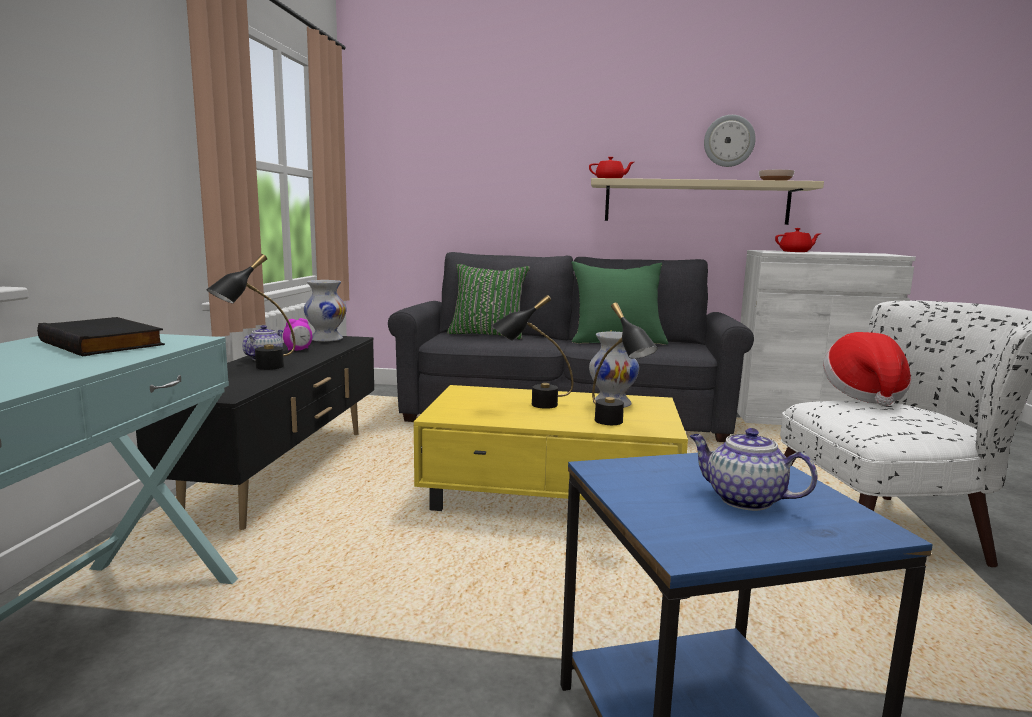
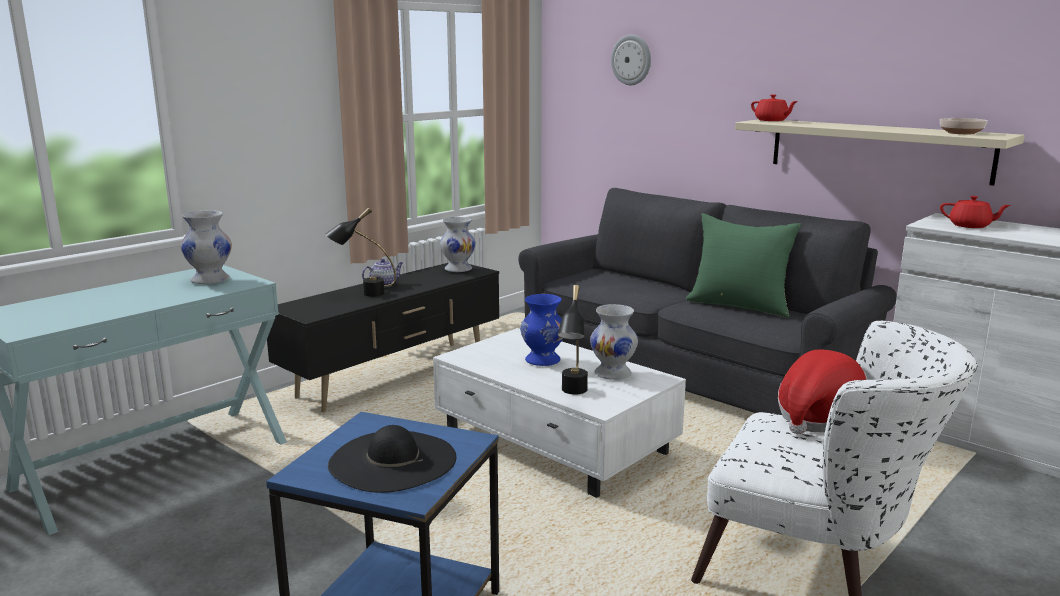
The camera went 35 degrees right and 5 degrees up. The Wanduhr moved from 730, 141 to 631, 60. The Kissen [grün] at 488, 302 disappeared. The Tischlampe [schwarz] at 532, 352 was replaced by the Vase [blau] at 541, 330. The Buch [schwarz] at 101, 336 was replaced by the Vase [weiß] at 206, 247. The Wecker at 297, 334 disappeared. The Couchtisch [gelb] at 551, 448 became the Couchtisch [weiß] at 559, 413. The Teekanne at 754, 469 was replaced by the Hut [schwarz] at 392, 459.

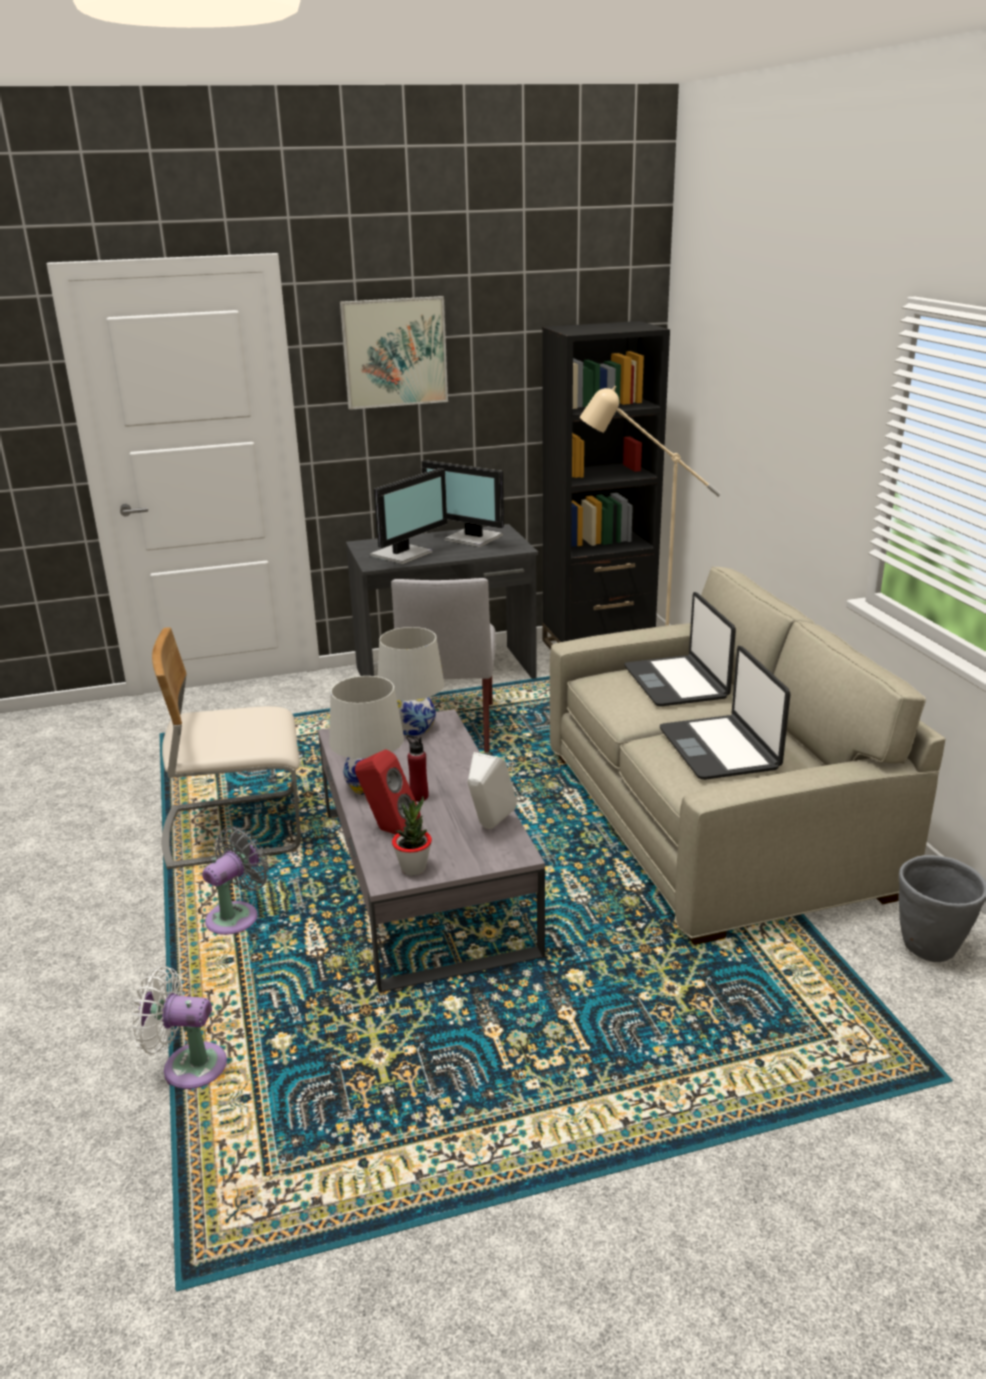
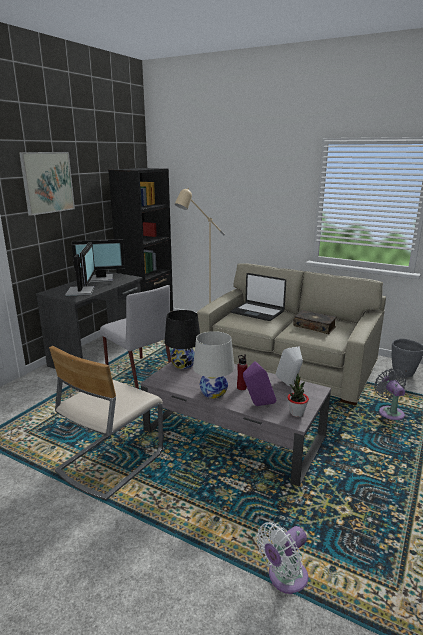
The camera went 45 degrees left and 5 degrees down. The Tischlampe [weiß] at 411, 681 became the Tischlampe [schwarz] at 182, 339. The Laptop at 725, 713 was replaced by the Buch at 314, 322. The Lautsprecher [rot] at 388, 792 became the Lautsprecher [lila] at 259, 383. The Ventilator [grau] moved from 235, 880 to 390, 394.

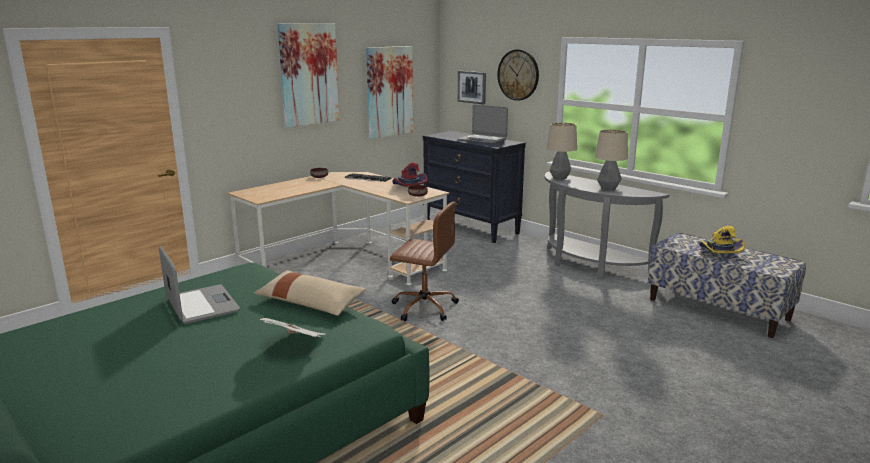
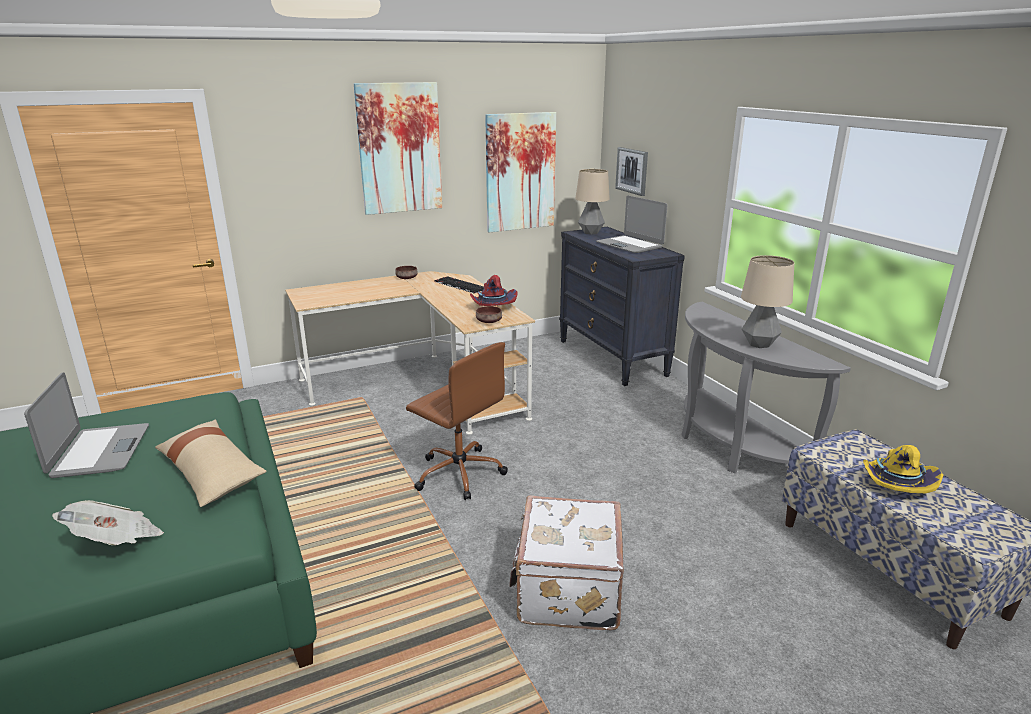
The camera went 20 degrees right and 5 degrees up. The Wanduhr at 518, 75 disappeared. The Tischlampe moved from 562, 151 to 592, 202. The Koffer [weiß] at 566, 563 appeared.

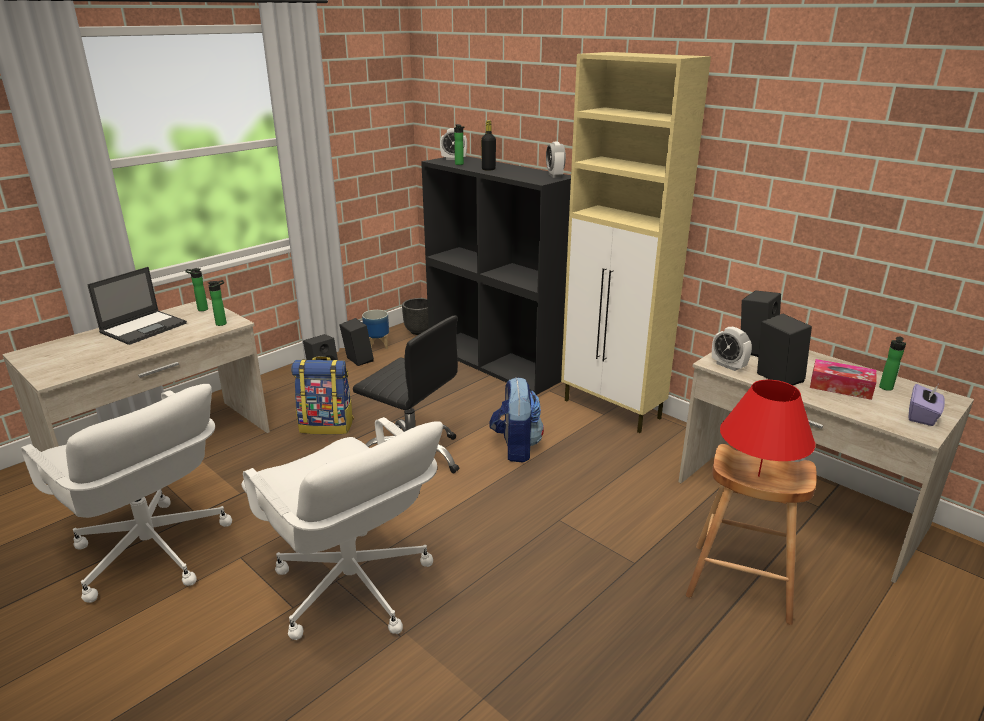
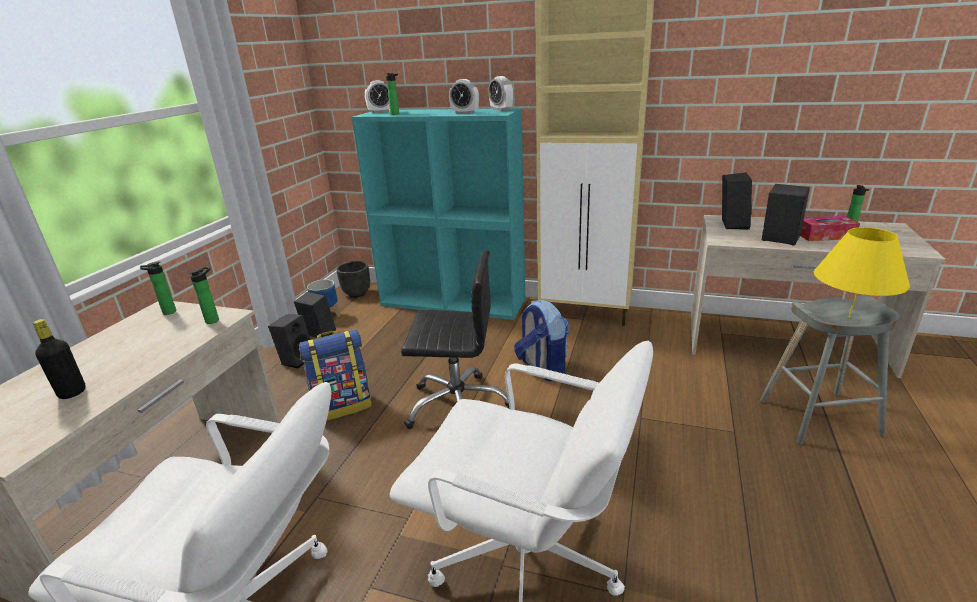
The camera went 25 degrees left and 0 degrees up. The Flasche [schwarz] moved from 488, 145 to 59, 359. The Bücherregal [schwarz] at 496, 275 became the Bücherregal [türkis] at 438, 214. The Laptop at 137, 306 disappeared. The Wecker moved from 732, 349 to 464, 96. The Tischlampe [rot] at 767, 428 became the Tischlampe [gelb] at 862, 272. The Taschentuchbox [lila] at 927, 405 disappeared. The Hocker [braun] at 751, 534 became the Hocker [grau] at 830, 369.

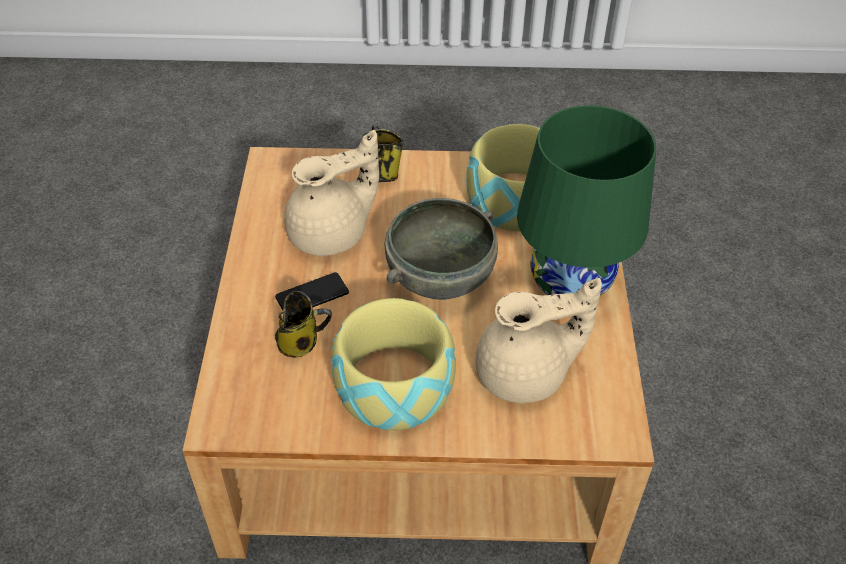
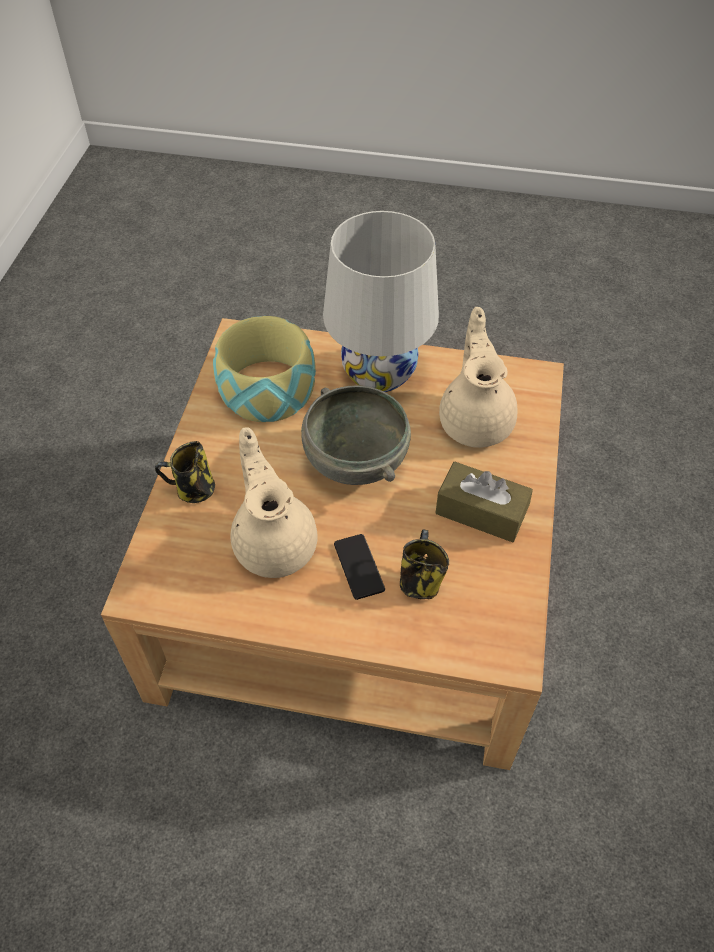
The camera went 80 degrees left and 5 degrees up. The Tischlampe [grün] at 586, 201 became the Tischlampe [weiß] at 381, 301. The Schüssel at 393, 364 was replaced by the Taschentuchbox [braun] at 484, 502.

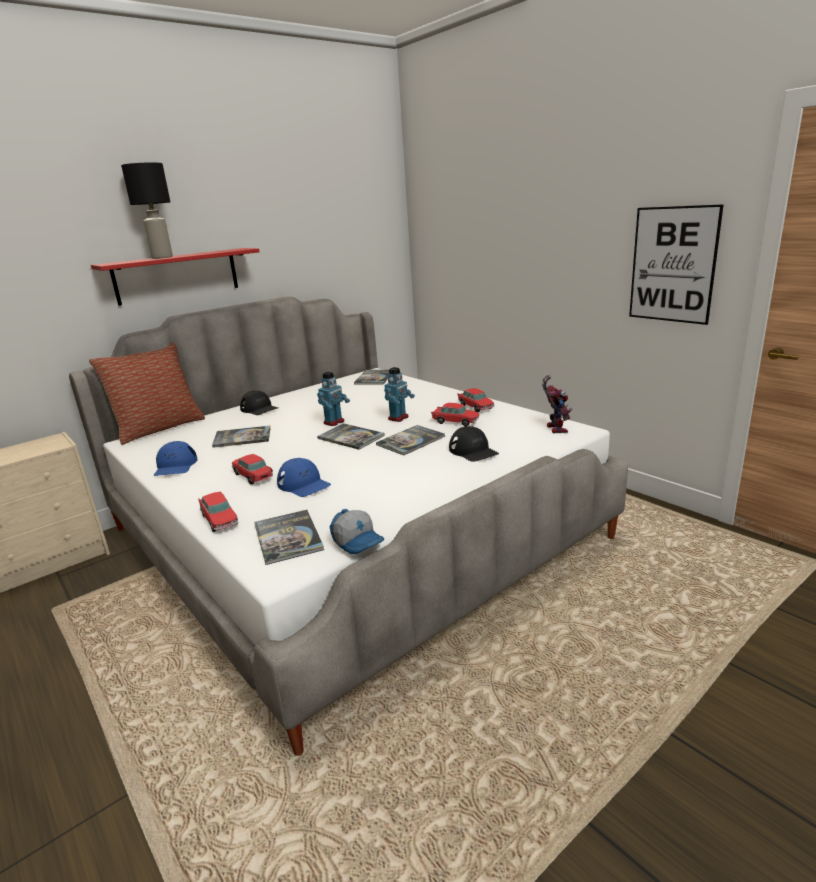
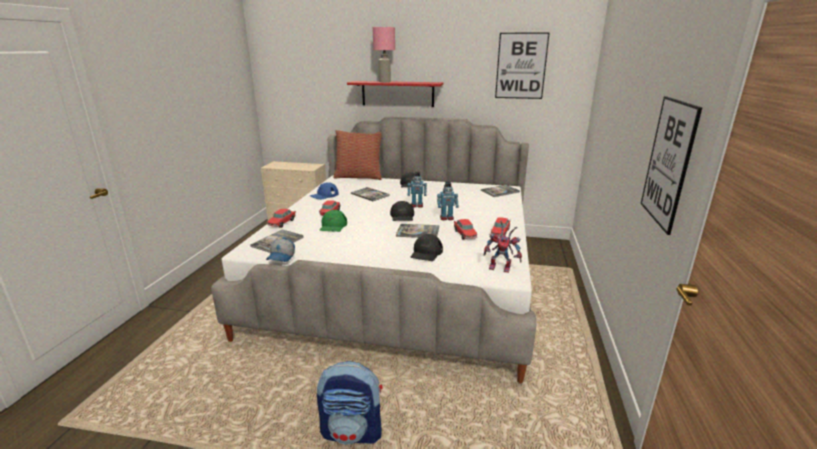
The camera went 50 degrees right and 0 degrees up. The Tischlampe [schwarz] at 147, 210 became the Tischlampe [rosa] at 384, 54. The Spielzeugroboter at 557, 404 turned 60 degrees clockwise. The Buch at 351, 436 was replaced by the Kappe [schwarz] at 402, 211. The Kappe [blau] at 304, 477 became the Kappe [grün] at 333, 221. The Bild at 522, 65 appeared. The Rucksack at 350, 402 appeared.

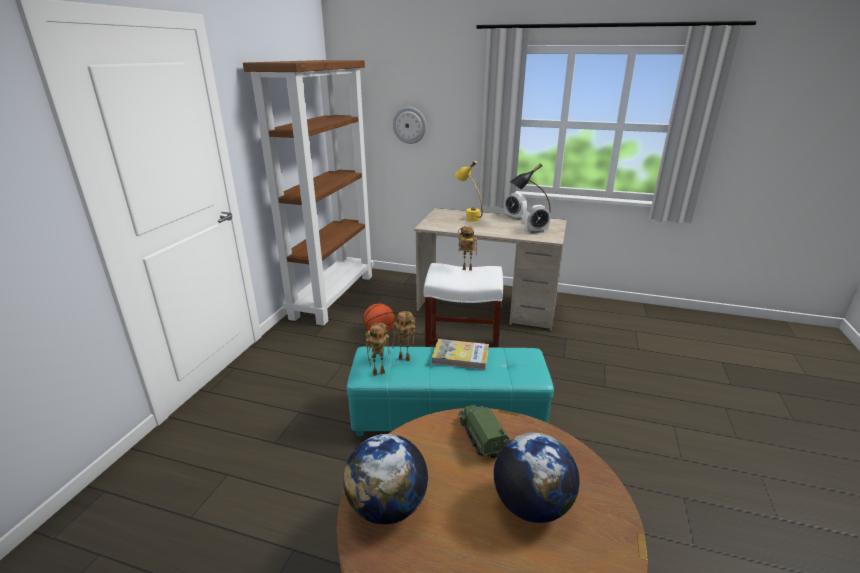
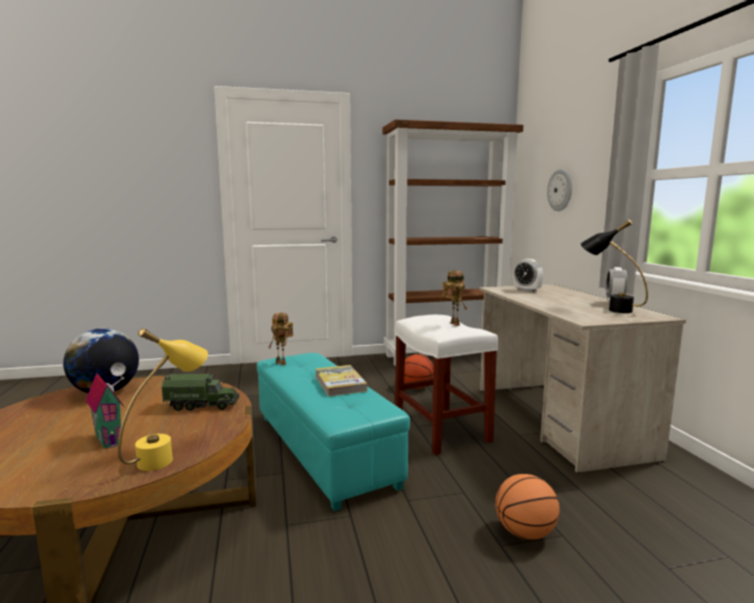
The camera went 60 degrees right and 15 degrees down. The Tischlampe [gelb] moved from 469, 191 to 163, 399. The Wecker moved from 537, 219 to 528, 275. The Spielzeugroboter at 403, 336 disappeared. The Spielzeuglaster at 484, 432 turned 45 degrees clockwise. The Globus at 537, 478 was replaced by the Spielzeughaus at 105, 406. The Basketball at 527, 507 appeared.

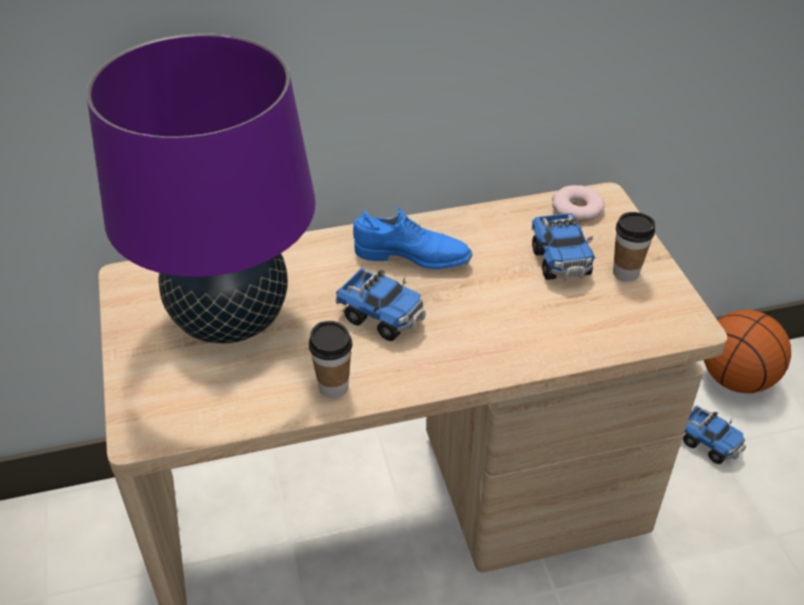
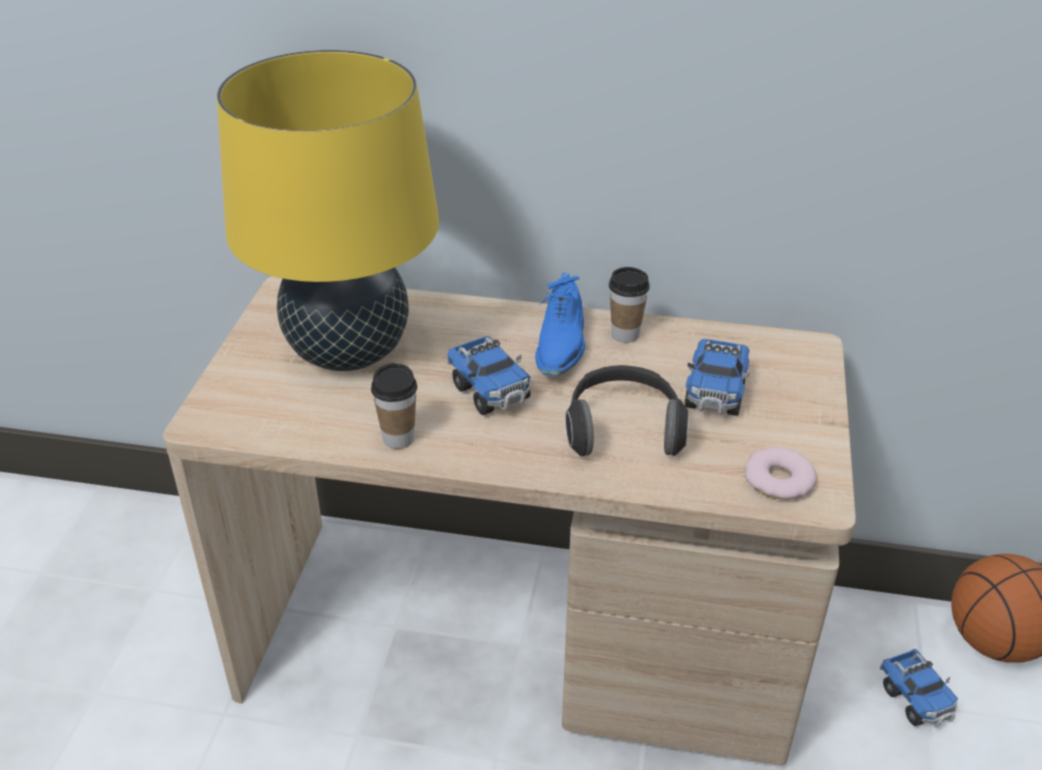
The camera went 25 degrees right and 5 degrees down. The Tischlampe [lila] at 201, 188 became the Tischlampe [gelb] at 328, 210. The Donut moved from 578, 203 to 780, 473. The Schuh [blau] at 413, 238 turned 60 degrees clockwise. The Tasse moved from 634, 246 to 629, 305. The Kopfhörer at 627, 410 appeared.

